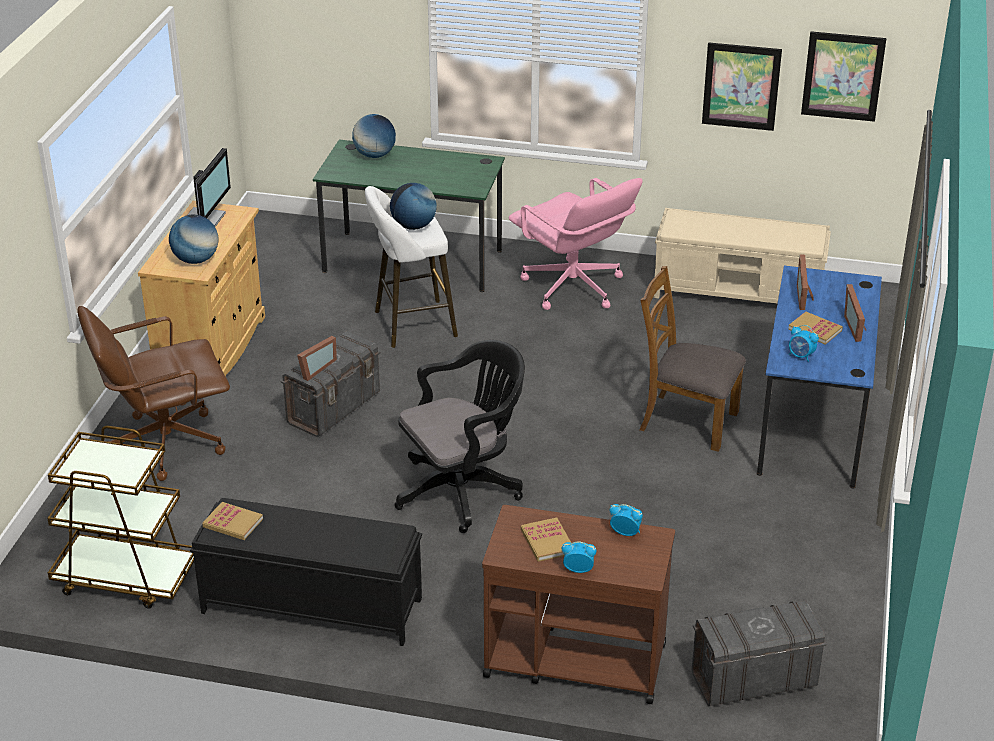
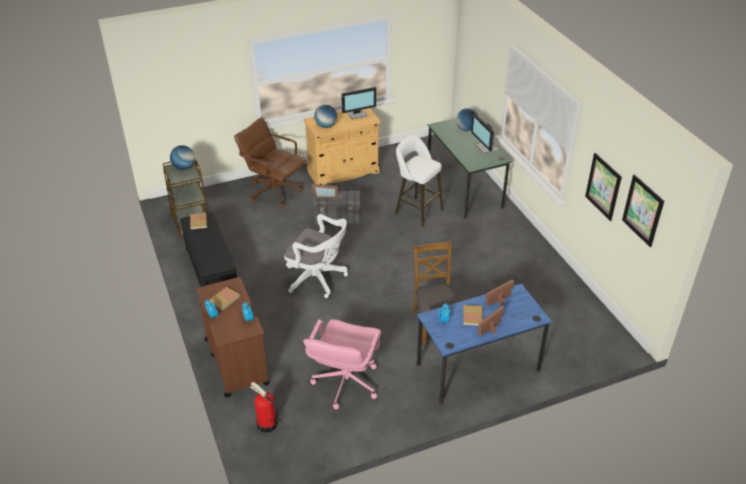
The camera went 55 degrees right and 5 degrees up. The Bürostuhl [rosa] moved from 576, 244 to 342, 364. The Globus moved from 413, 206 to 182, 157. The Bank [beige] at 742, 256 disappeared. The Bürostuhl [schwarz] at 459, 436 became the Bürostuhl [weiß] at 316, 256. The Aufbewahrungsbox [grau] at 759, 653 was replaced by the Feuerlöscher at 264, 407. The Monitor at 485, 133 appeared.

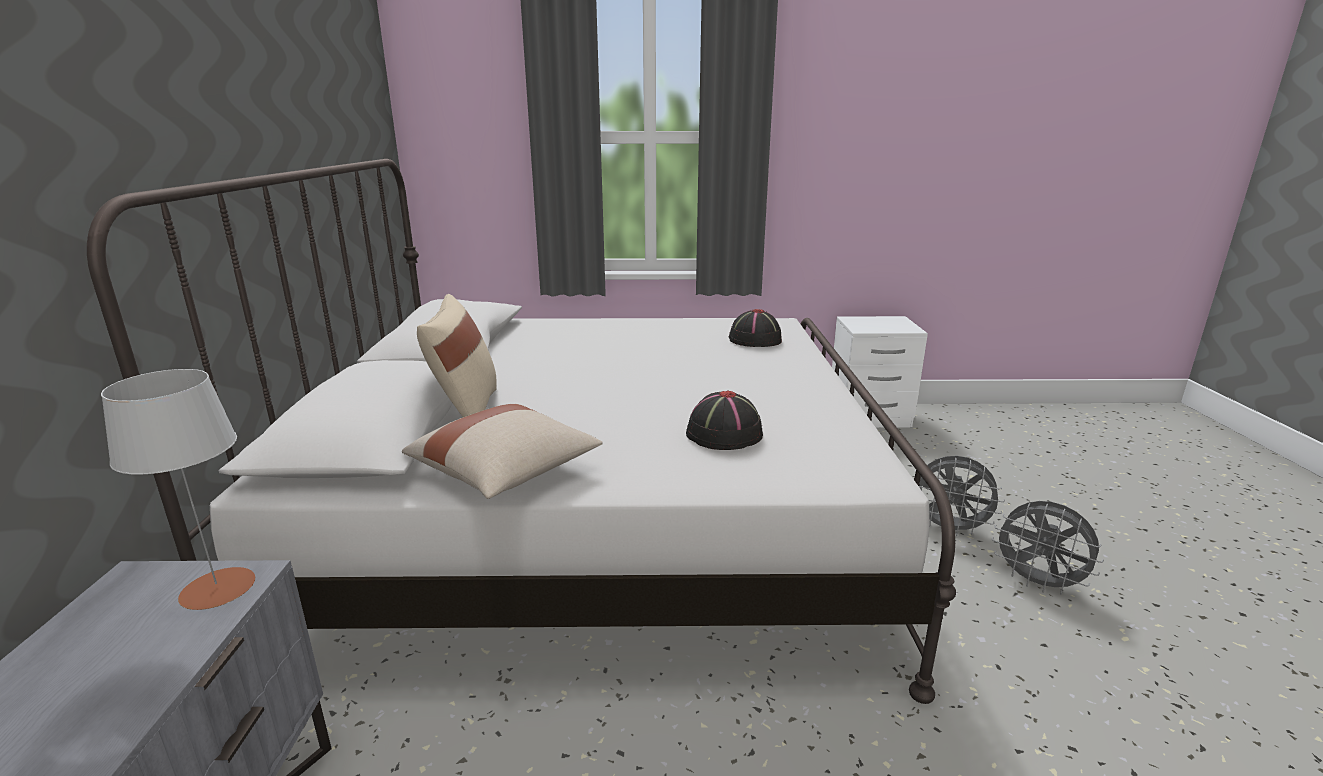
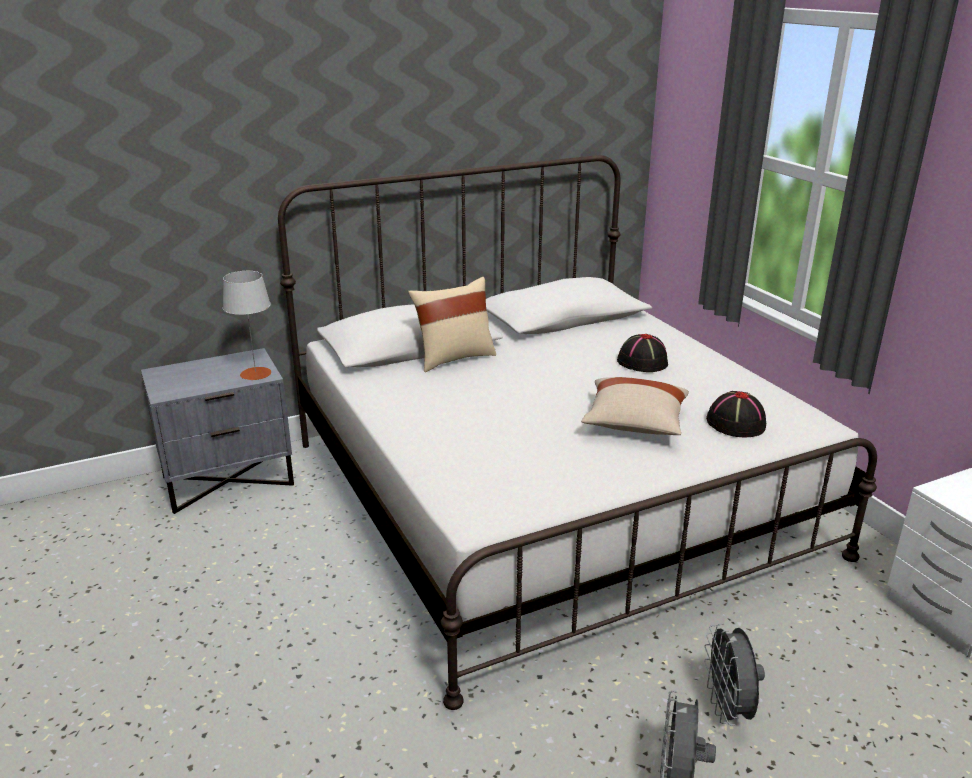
The camera went 65 degrees right and 5 degrees up. The Hut [schwarz] moved from 724, 420 to 642, 353. The Kissen [beige] moved from 502, 451 to 635, 406.

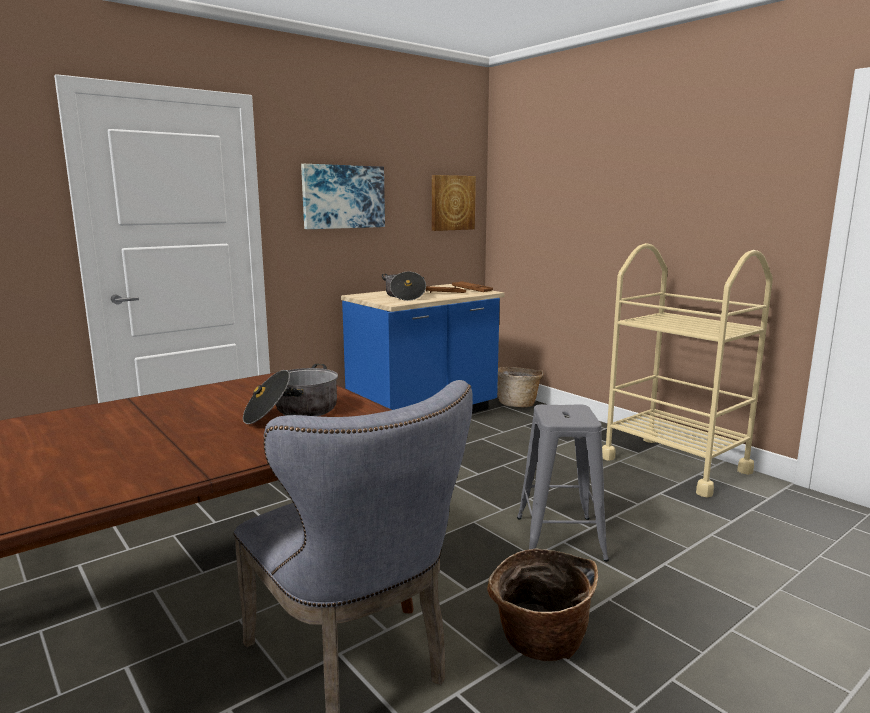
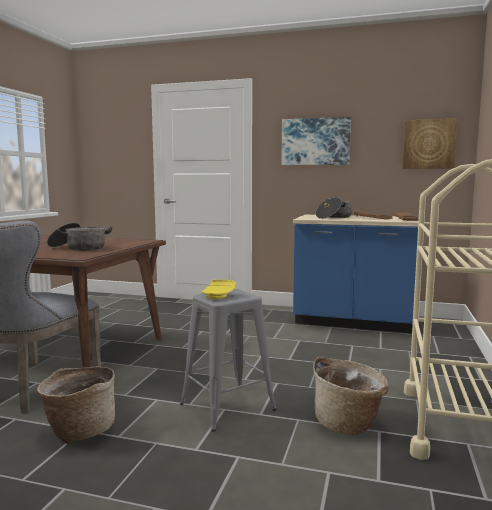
The camera went 55 degrees right and 5 degrees down. The Korb moved from 520, 387 to 351, 396. The Teller [gelb] at 218, 289 appeared.

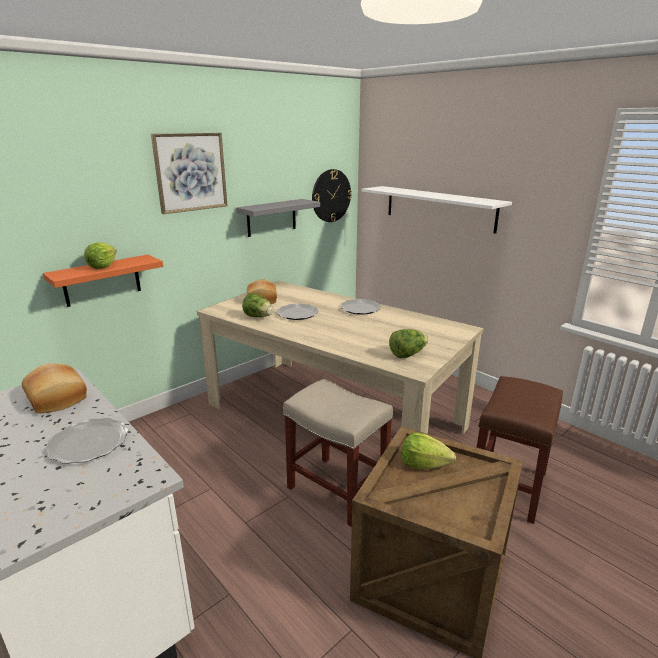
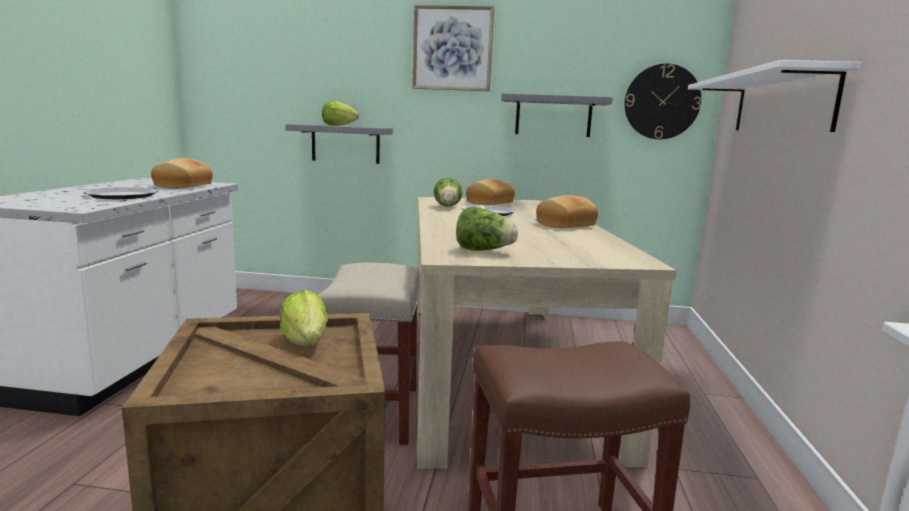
The camera went 50 degrees right and 10 degrees down. The Wandregal [orange] at 103, 281 became the Wandregal [grau] at 339, 144. The Teller at 360, 307 was replaced by the Brot at 567, 211.

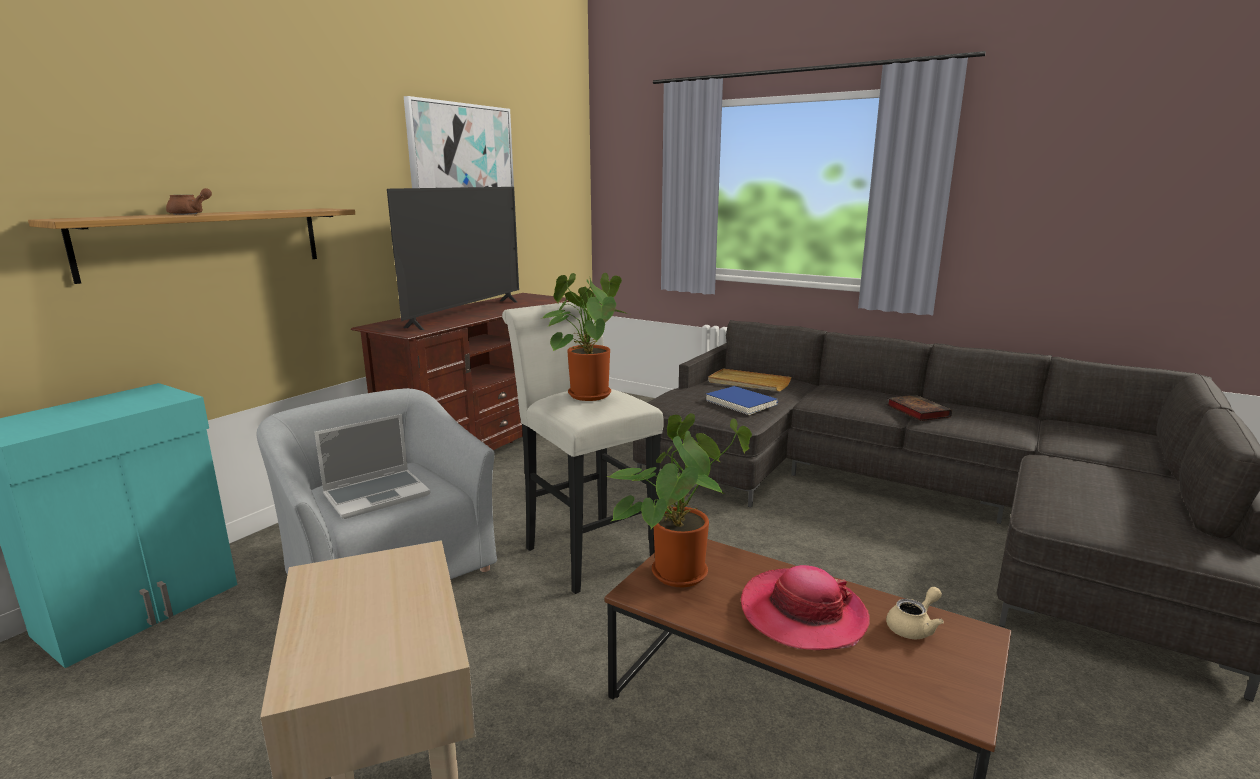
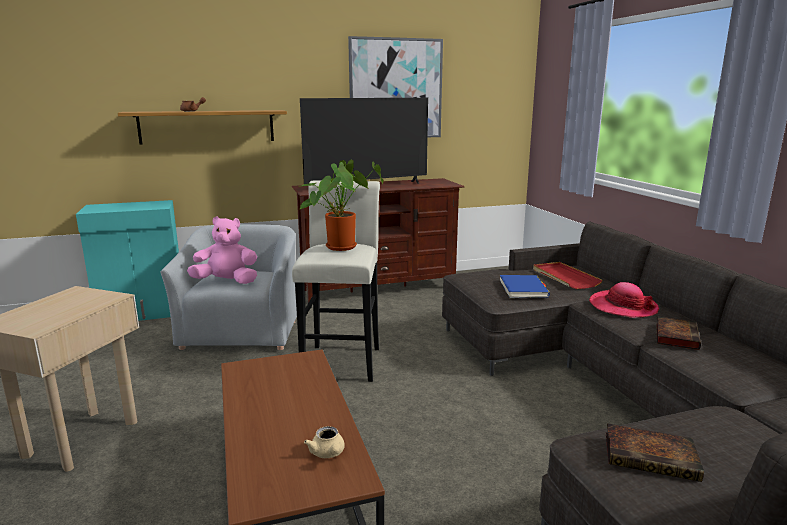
The camera went 40 degrees right and 0 degrees up. The Tablett [beige] at 749, 380 became the Tablett [rot] at 568, 275. The Topfpflanze at 679, 500 disappeared. The Laptop at 372, 466 was replaced by the Plüschtier [rosa] at 222, 250. The Hut moved from 805, 607 to 624, 300. The Teekanne [beige] at 915, 613 turned 60 degrees clockwise. The Buch at 655, 452 appeared.

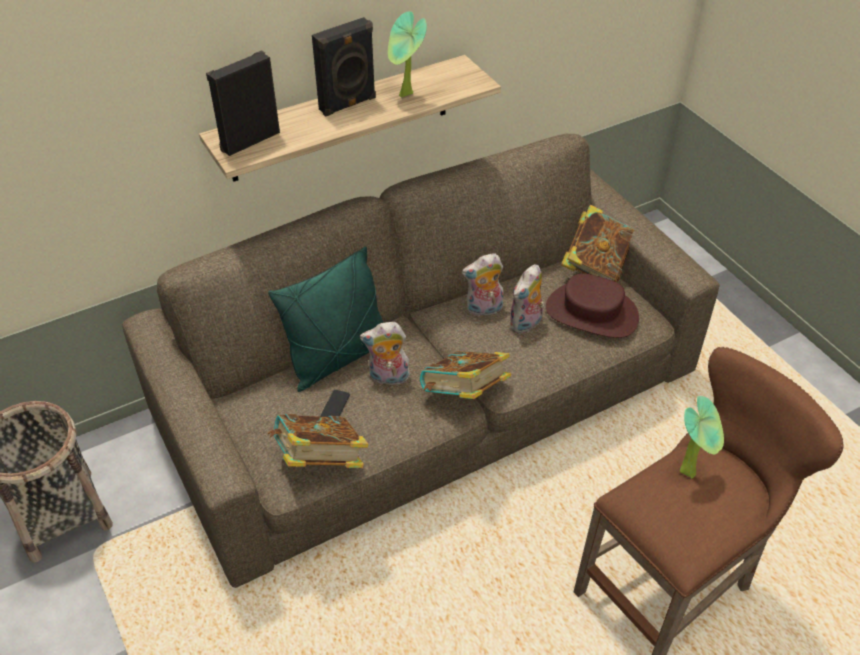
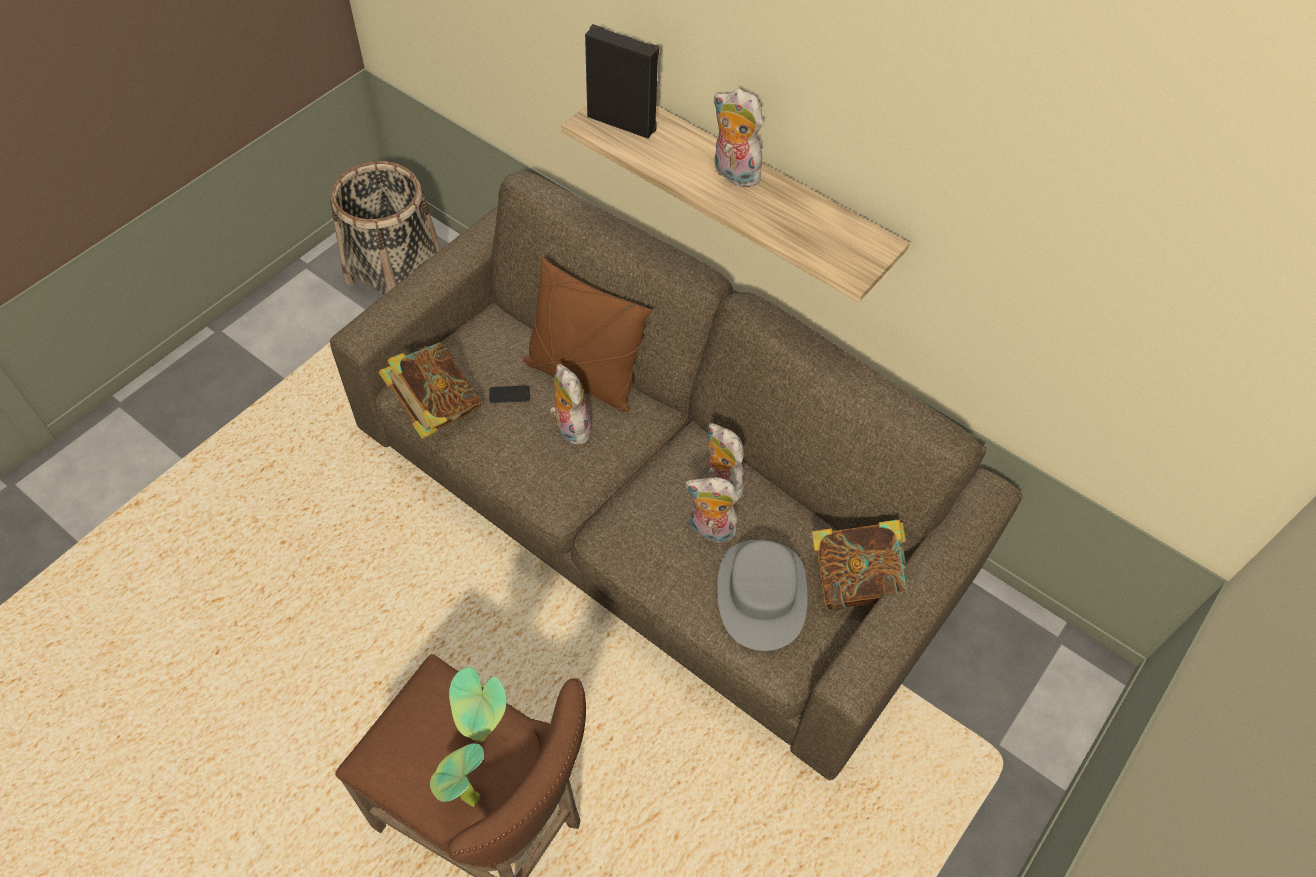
The camera went 65 degrees right and 10 degrees up. The Topfpflanze moved from 407, 54 to 457, 775. The Lautsprecher [schwarz] at 344, 67 was replaced by the Plüschtier at 738, 137. The Kissen [grün] at 325, 319 became the Kissen [braun] at 587, 334. The Hut [braun] at 592, 306 became the Hut [grau] at 762, 595. The Buch at 465, 375 disappeared.

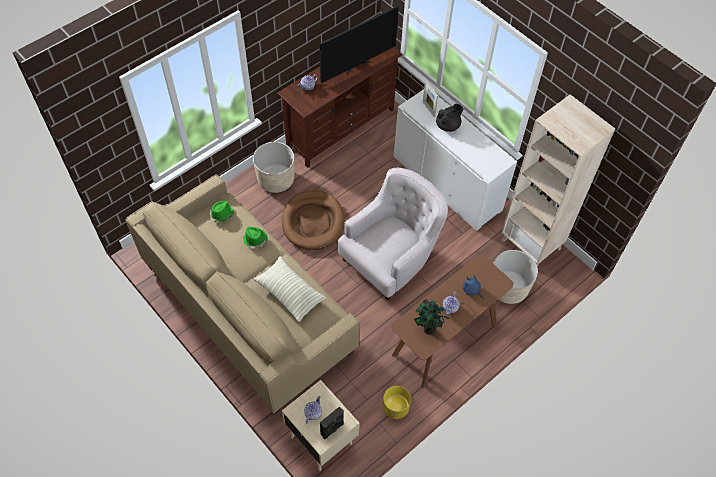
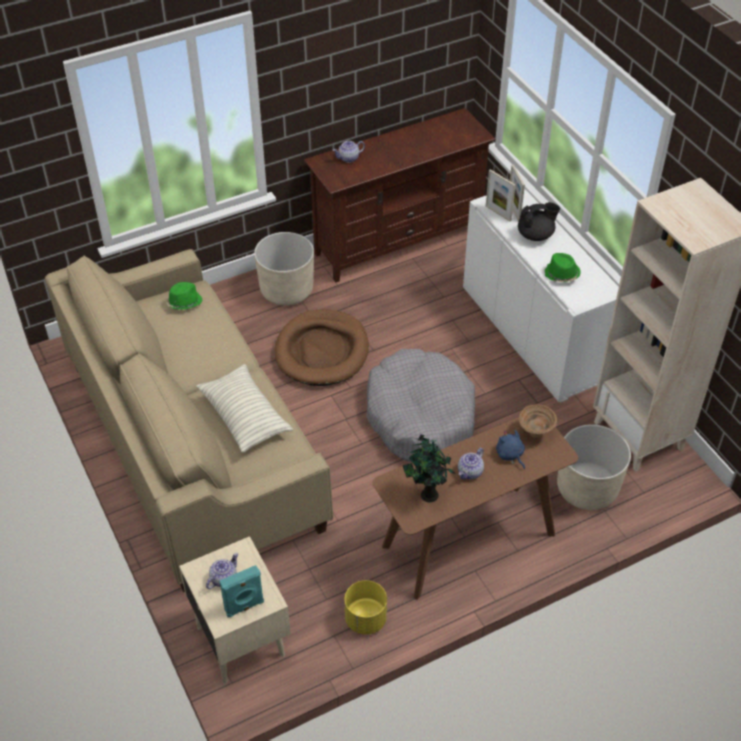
The camera went 15 degrees right and 10 degrees down. The Fernseher at 359, 44 disappeared. The Sessel [weiß] at 392, 234 was replaced by the Hundebett [grau] at 420, 405. The Hut [grün] moved from 255, 237 to 563, 267. The Lautsprecher [schwarz] at 332, 422 became the Lautsprecher [türkis] at 242, 591. The Bilderrahmen at 501, 195 appeared. The Schüssel [braun] at 538, 421 appeared.

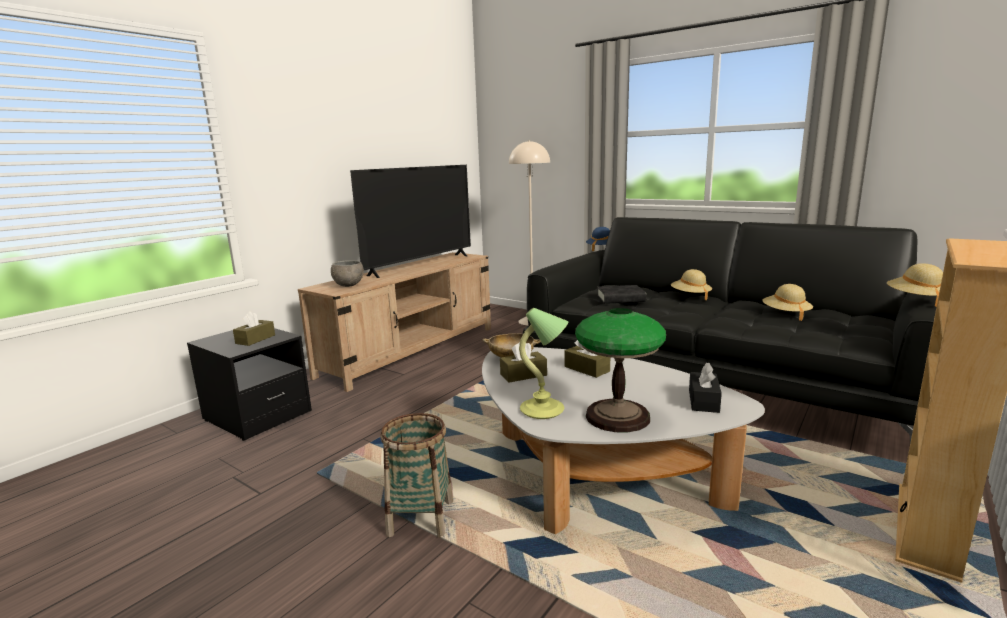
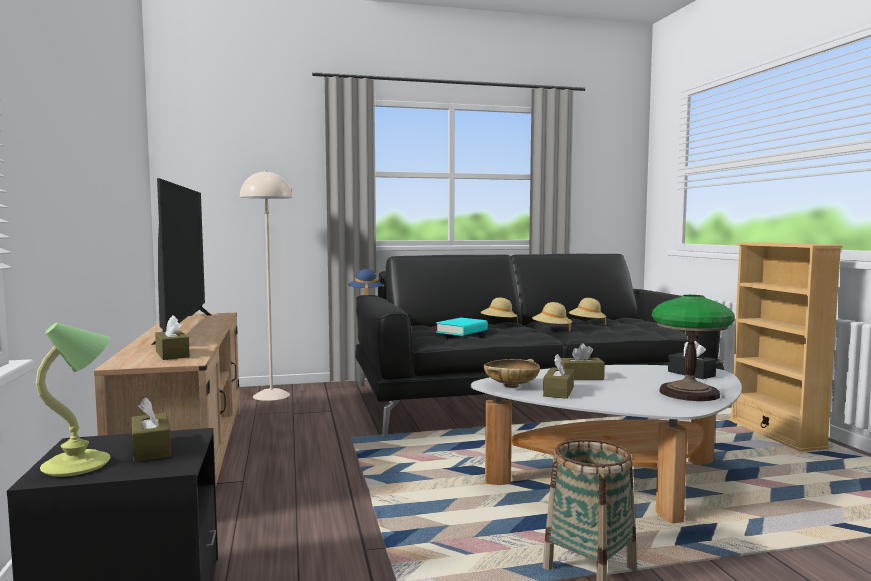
The camera went 50 degrees left and 10 degrees down. The Schüssel [grau] at 347, 273 was replaced by the Taschentuchbox [braun] at 172, 337. The Hut [beige] moved from 915, 285 to 552, 317. The Buch [schwarz] at 621, 294 became the Buch [türkis] at 462, 327. The Tischlampe moved from 543, 363 to 72, 400.

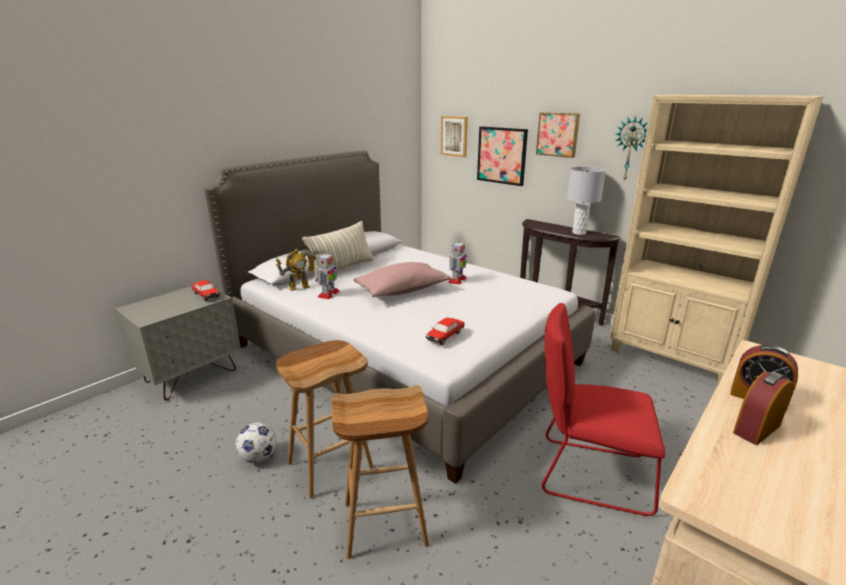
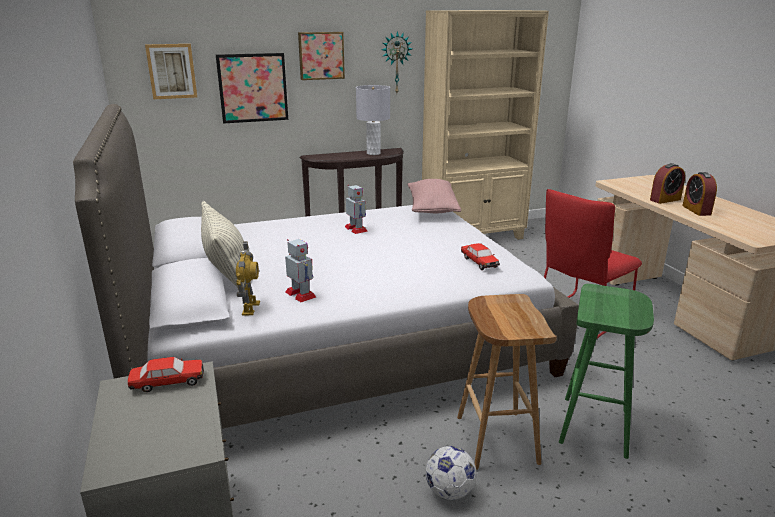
The camera went 60 degrees left and 0 degrees up. The Kissen [rosa] moved from 402, 279 to 434, 196. The Hocker [braun] at 380, 472 became the Hocker [grün] at 606, 371.

